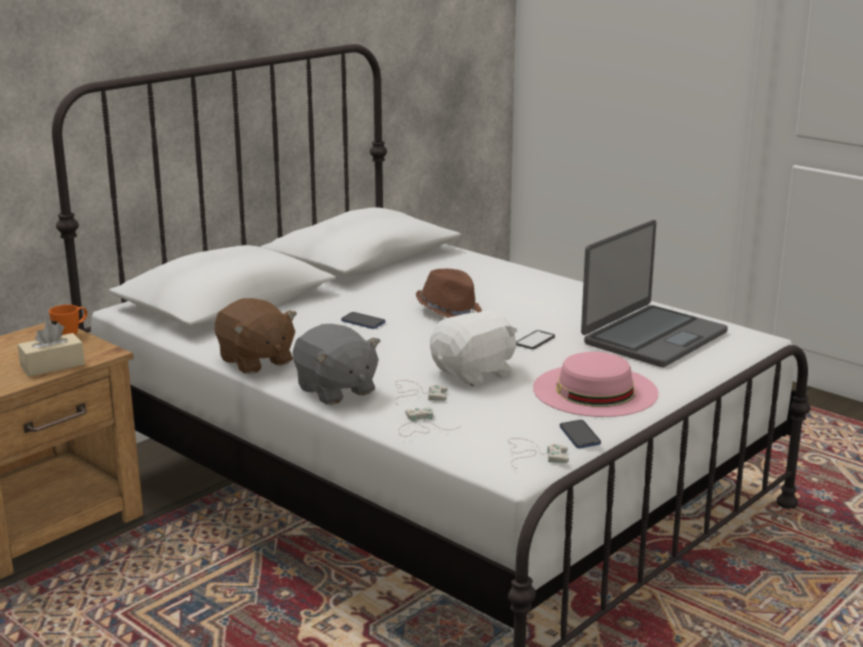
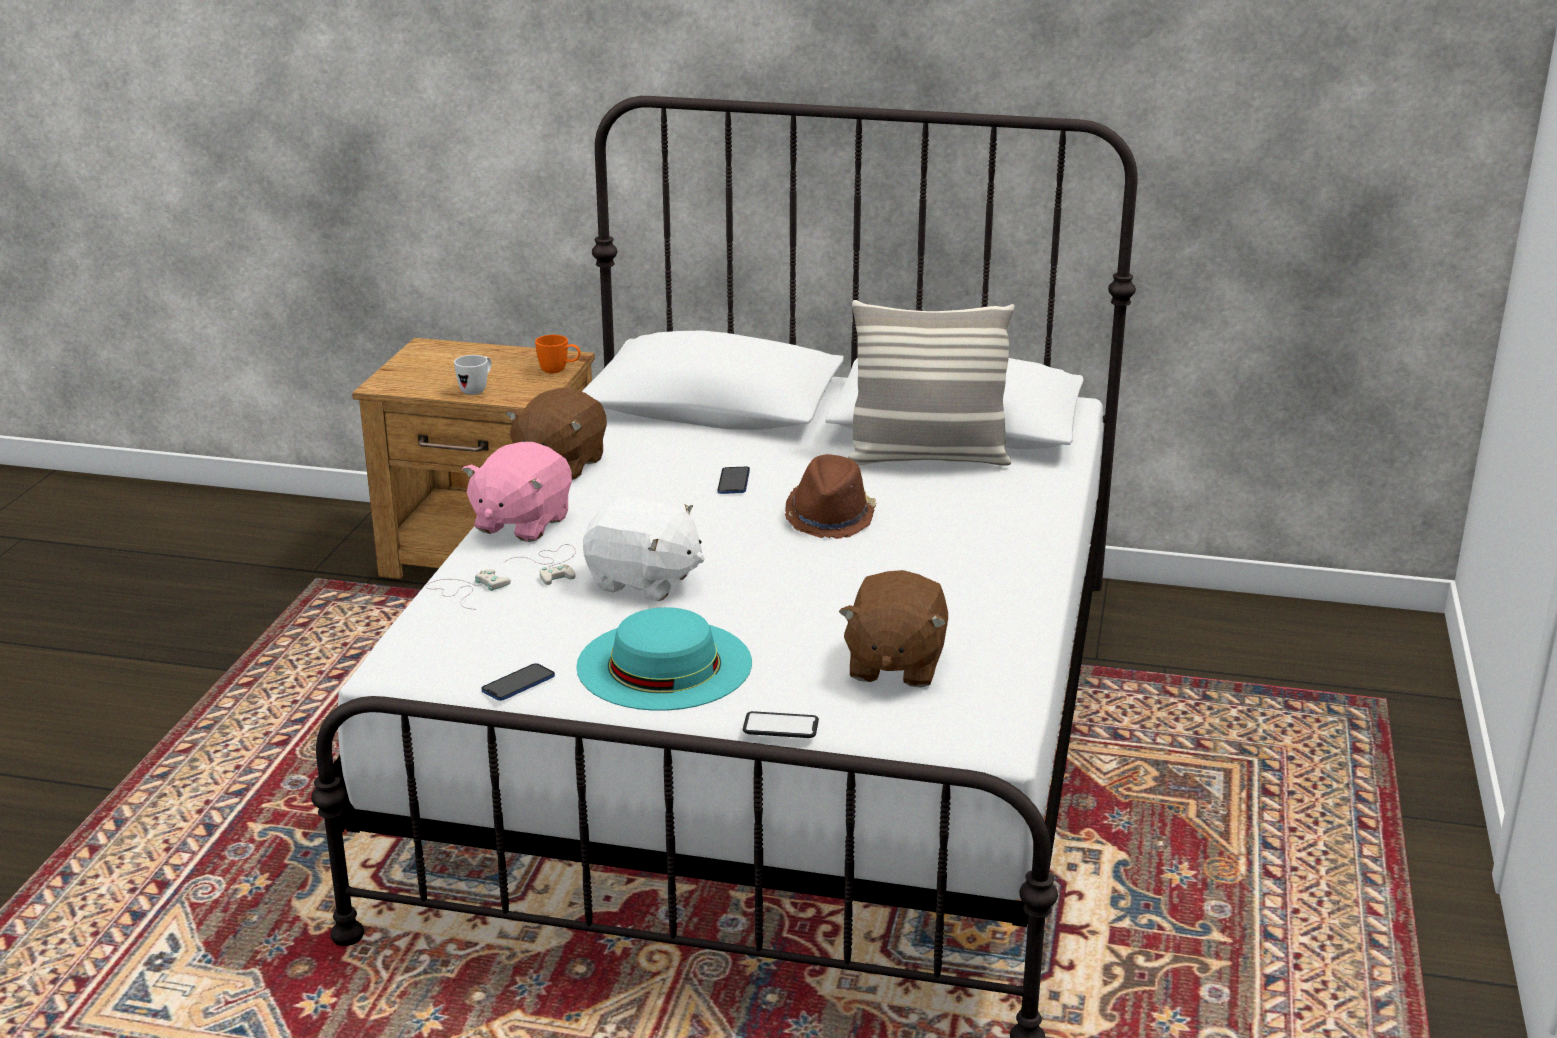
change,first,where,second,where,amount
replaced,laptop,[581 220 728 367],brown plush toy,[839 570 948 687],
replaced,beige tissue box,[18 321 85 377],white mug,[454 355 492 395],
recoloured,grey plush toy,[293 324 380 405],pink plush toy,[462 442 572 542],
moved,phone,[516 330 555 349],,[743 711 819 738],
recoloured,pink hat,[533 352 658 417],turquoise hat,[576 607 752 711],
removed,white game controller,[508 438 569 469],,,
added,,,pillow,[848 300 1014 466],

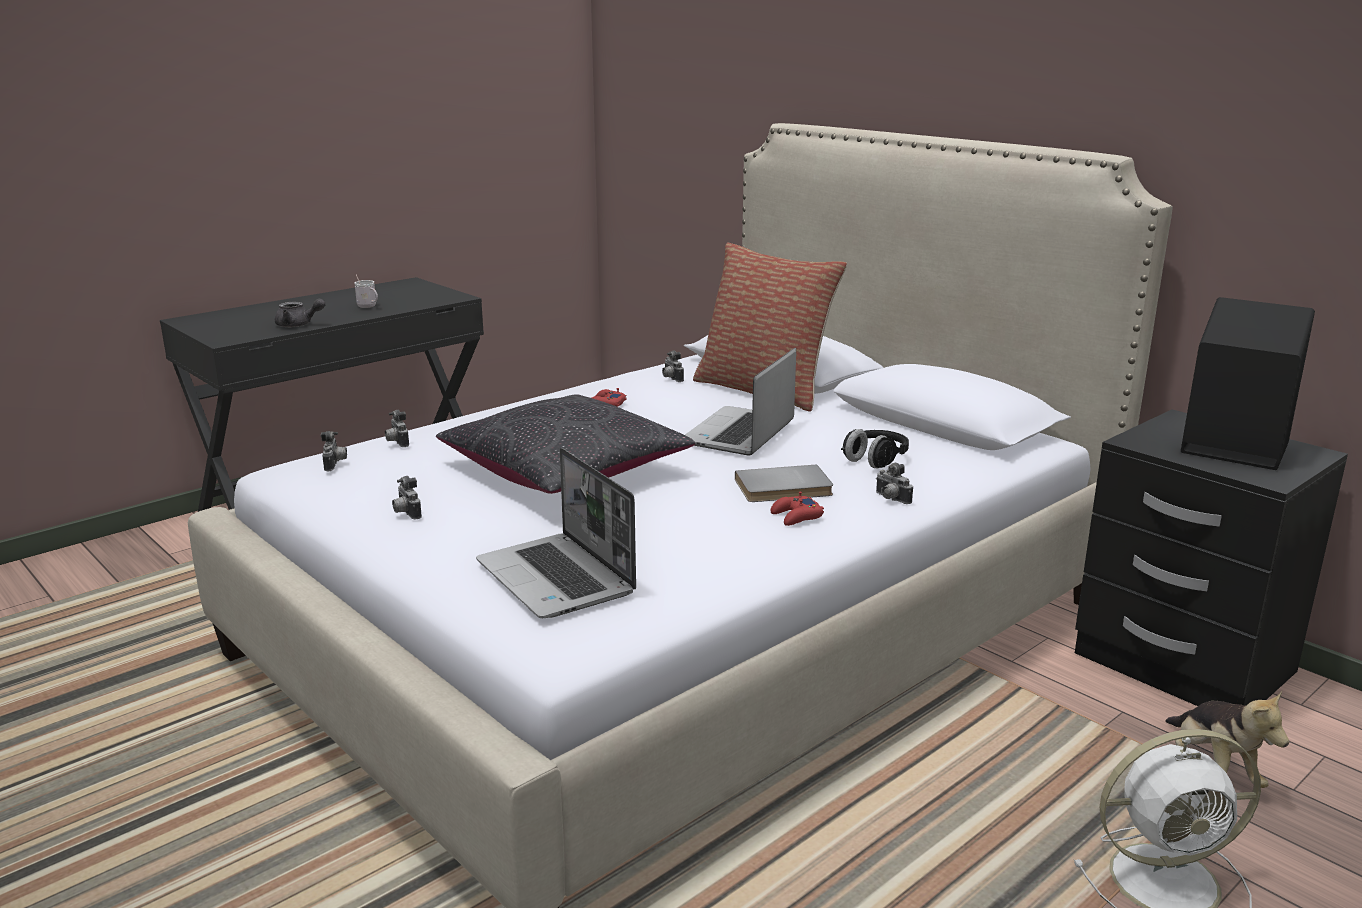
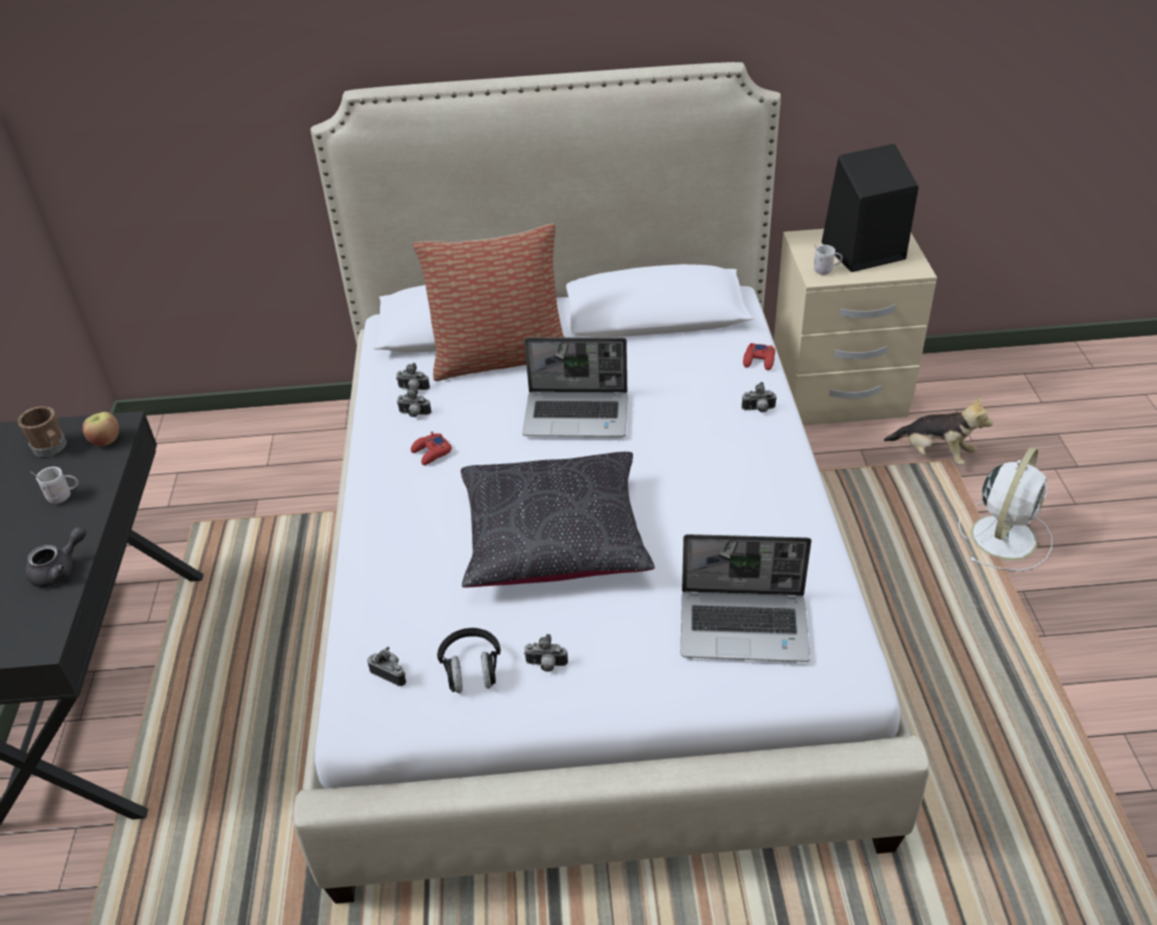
change,first,where,second,where,amount
turned,laptop,[685 348 796 456],,[522 338 628 437],60 degrees counterclockwise
moved,photo camera,[385 410 409 447],,[397 387 431 417],
recoloured,black nightstand,[1075 410 1348 706],beige nightstand,[774 229 937 425],
moved,black headphones,[841 429 909 468],,[437 628 501 693],
removed,grey book,[735 464 833 502],,,
moved,red game controller,[770 491 824 526],,[743 343 775 370],
added,,,white mug,[814 245 842 275],
added,,,brown mug,[17 406 67 457],
added,,,apple,[82 412 119 446],

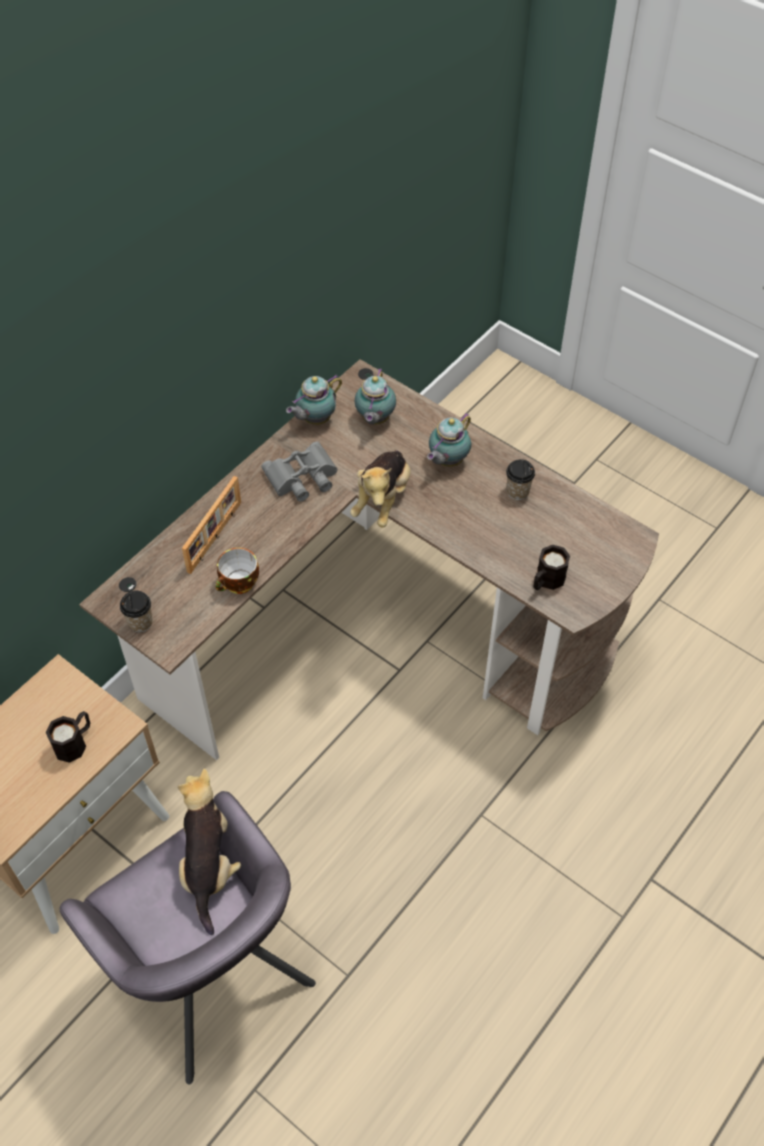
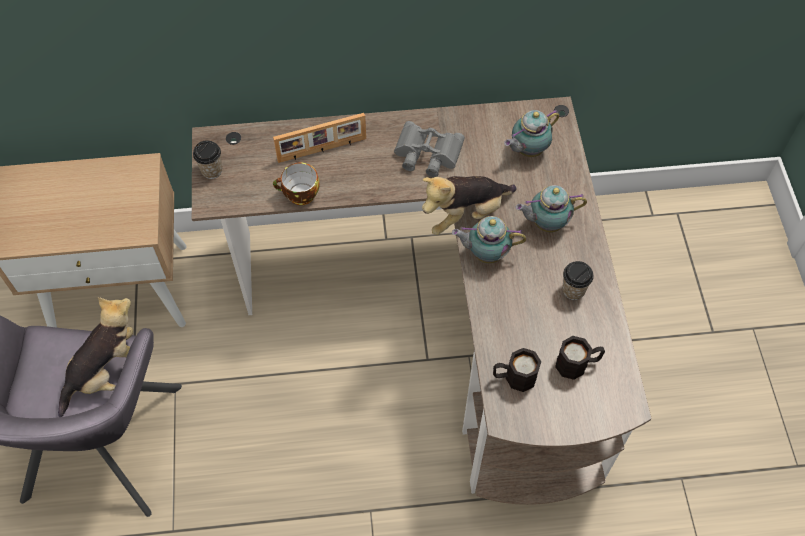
change,first,where,second,where,amount
moved,teapot,[286 375 342 425],,[452 216 526 264],
moved,black mug,[46 711 90 763],,[555 336 605 380],

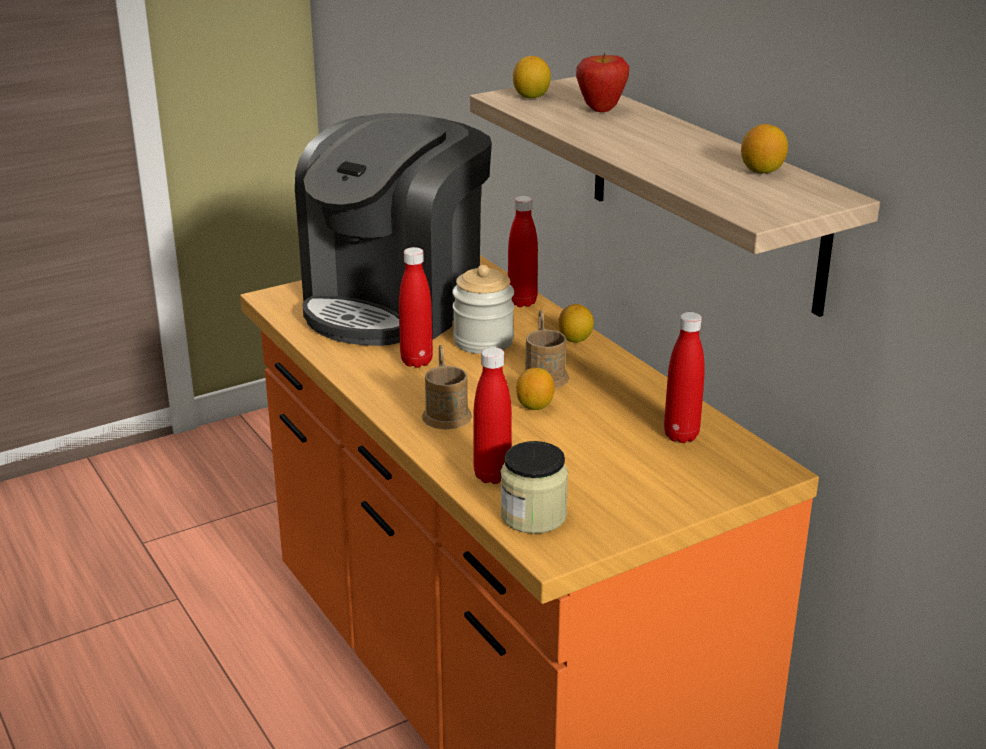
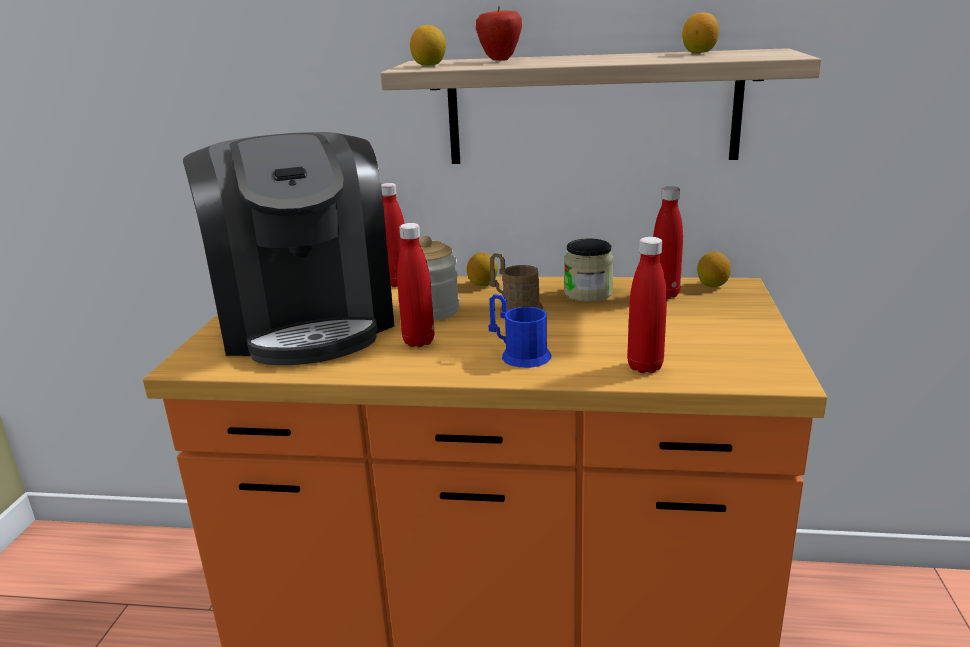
change,first,where,second,where,amount
recoloured,brown mug,[422 345 472 430],blue mug,[489 294 551 368],
moved,lemon,[516 368 555 410],,[697 252 731 287],
moved,jar,[500 441 568 534],,[564 238 614 302],

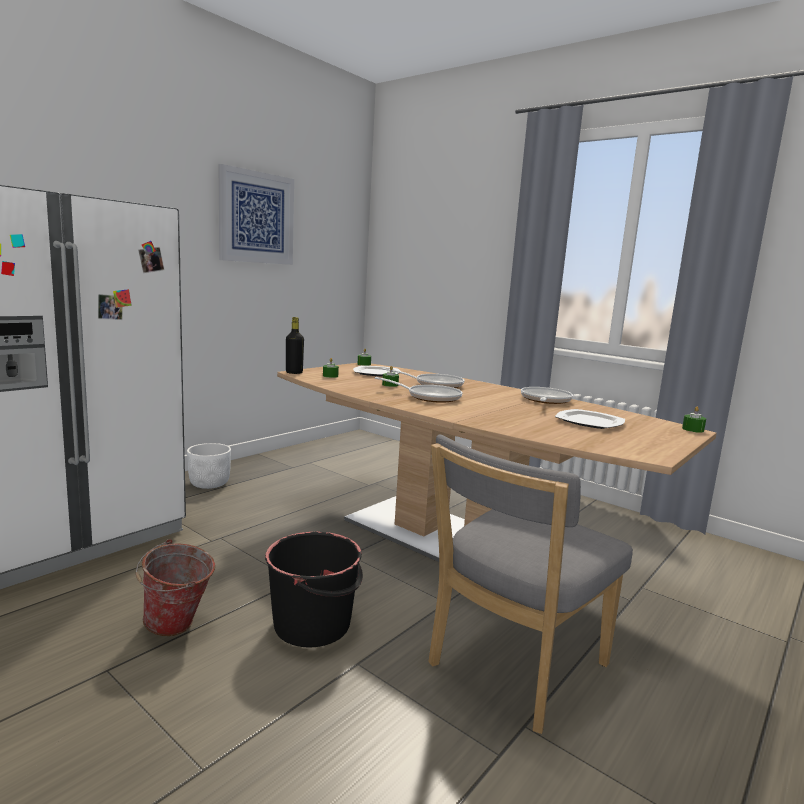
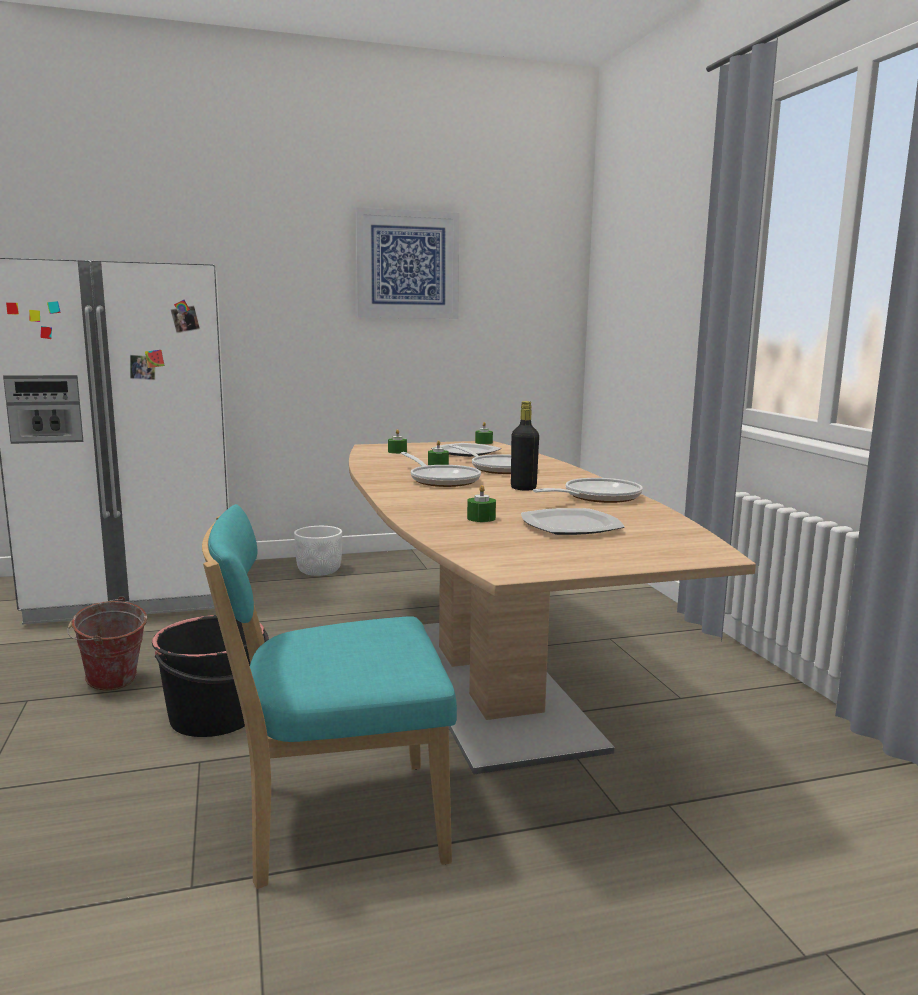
change,first,where,second,where,amount
moved,black bottle,[286 317 304 374],,[511 401 539 491],
moved,green candle,[682 407 706 433],,[467 485 496 522],
recoloured,grey chair,[428 434 633 734],turquoise chair,[202 504 457 889],

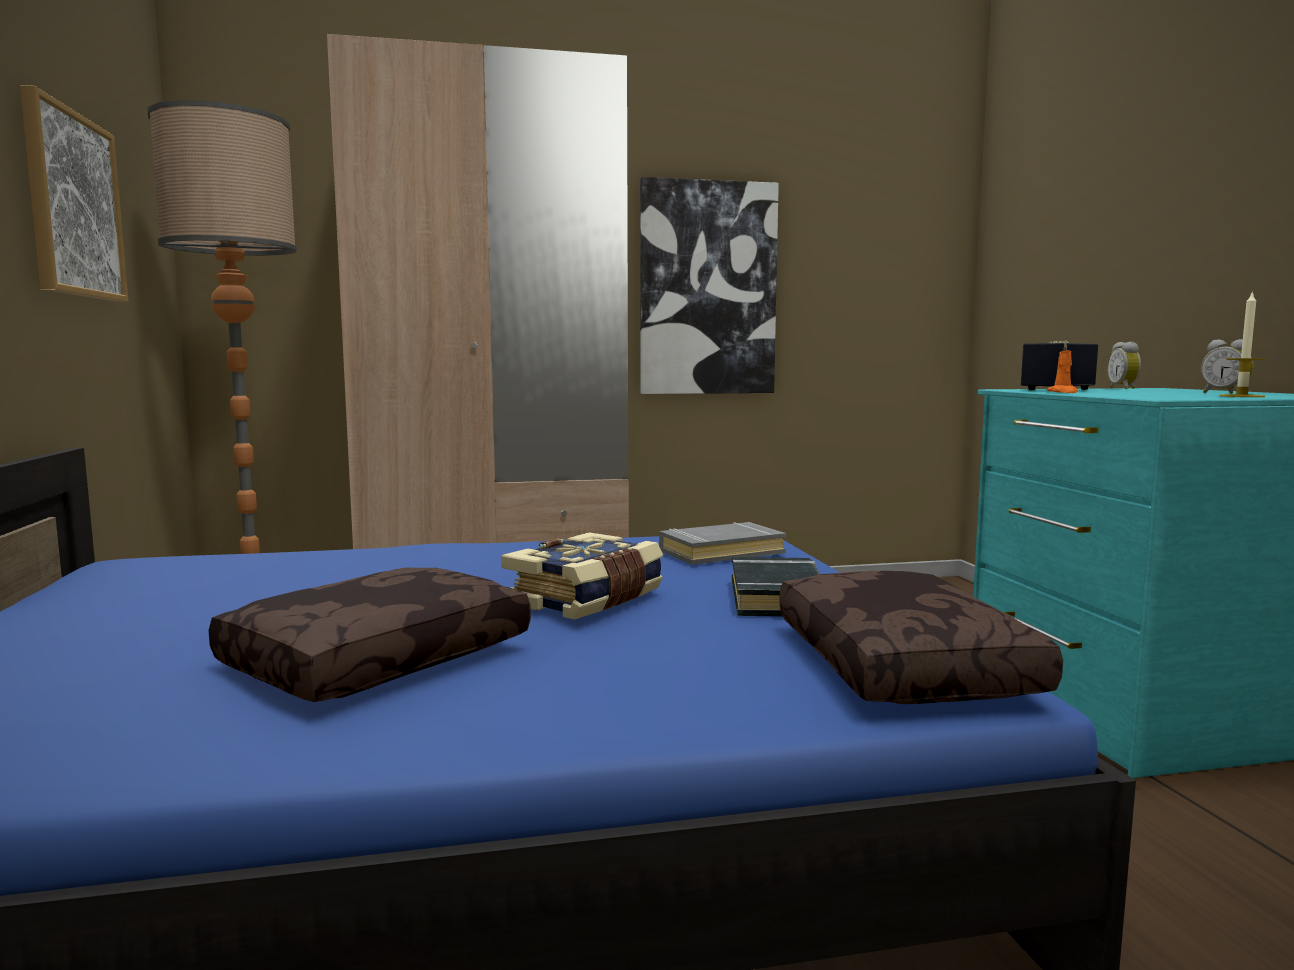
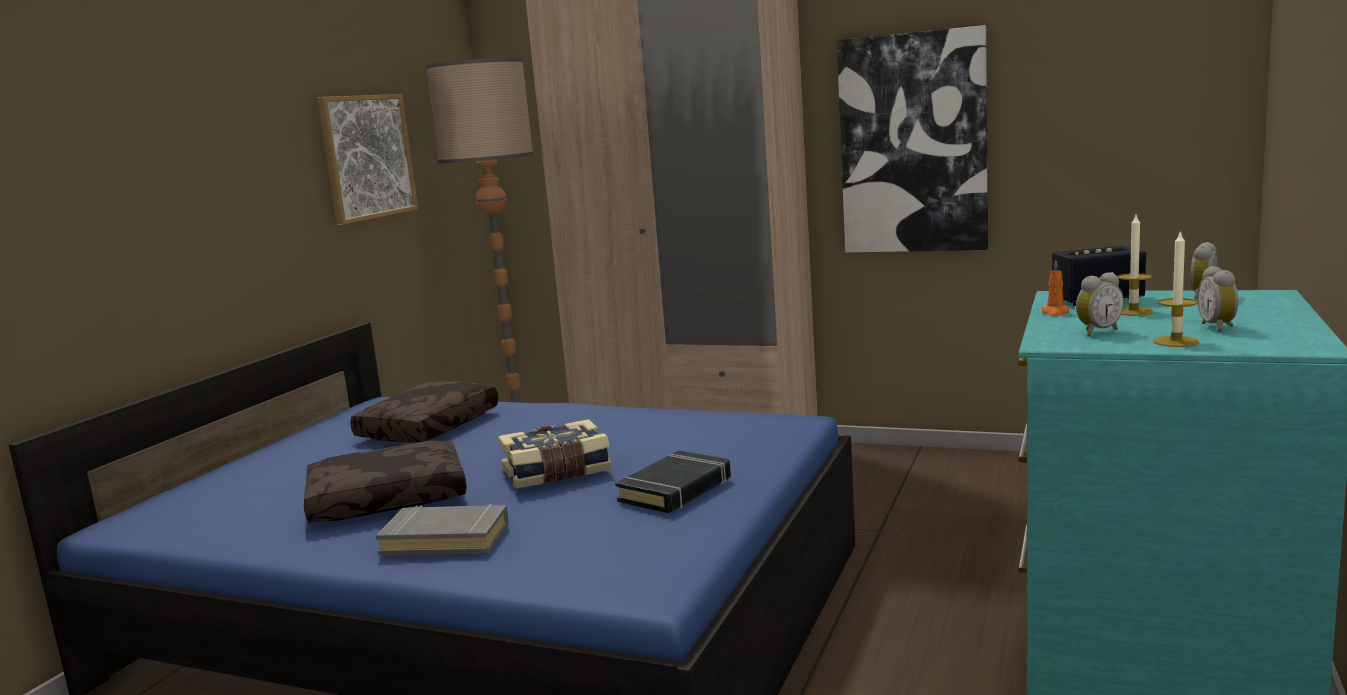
change,first,where,second,where,amount
moved,grey book,[659 522 786 565],,[376 504 509 556],
moved,brown pillow,[779 571 1063 704],,[350 381 498 443],
added,,,candle,[1118 215 1154 316],
added,,,alarm clock,[1076 272 1124 336],

